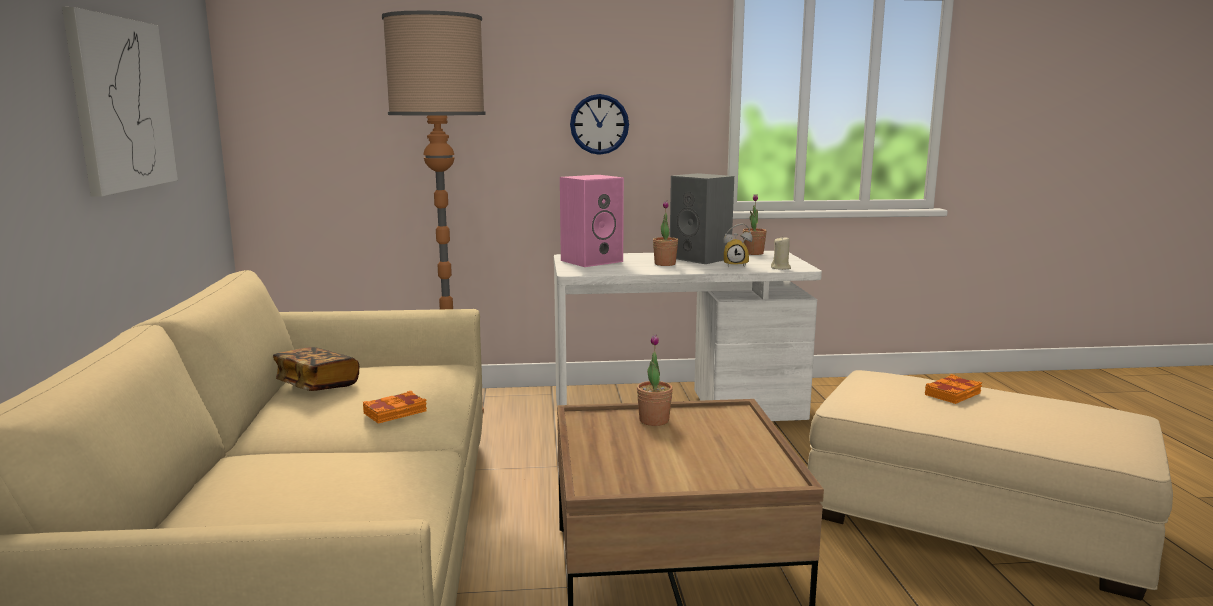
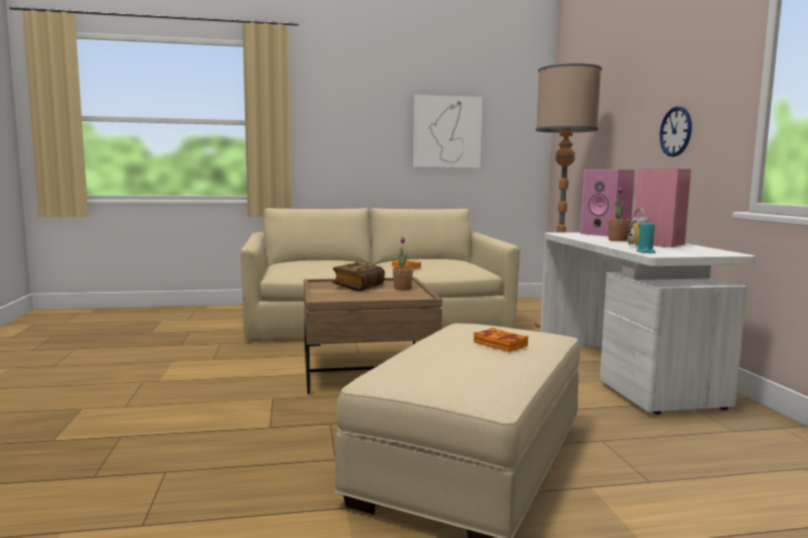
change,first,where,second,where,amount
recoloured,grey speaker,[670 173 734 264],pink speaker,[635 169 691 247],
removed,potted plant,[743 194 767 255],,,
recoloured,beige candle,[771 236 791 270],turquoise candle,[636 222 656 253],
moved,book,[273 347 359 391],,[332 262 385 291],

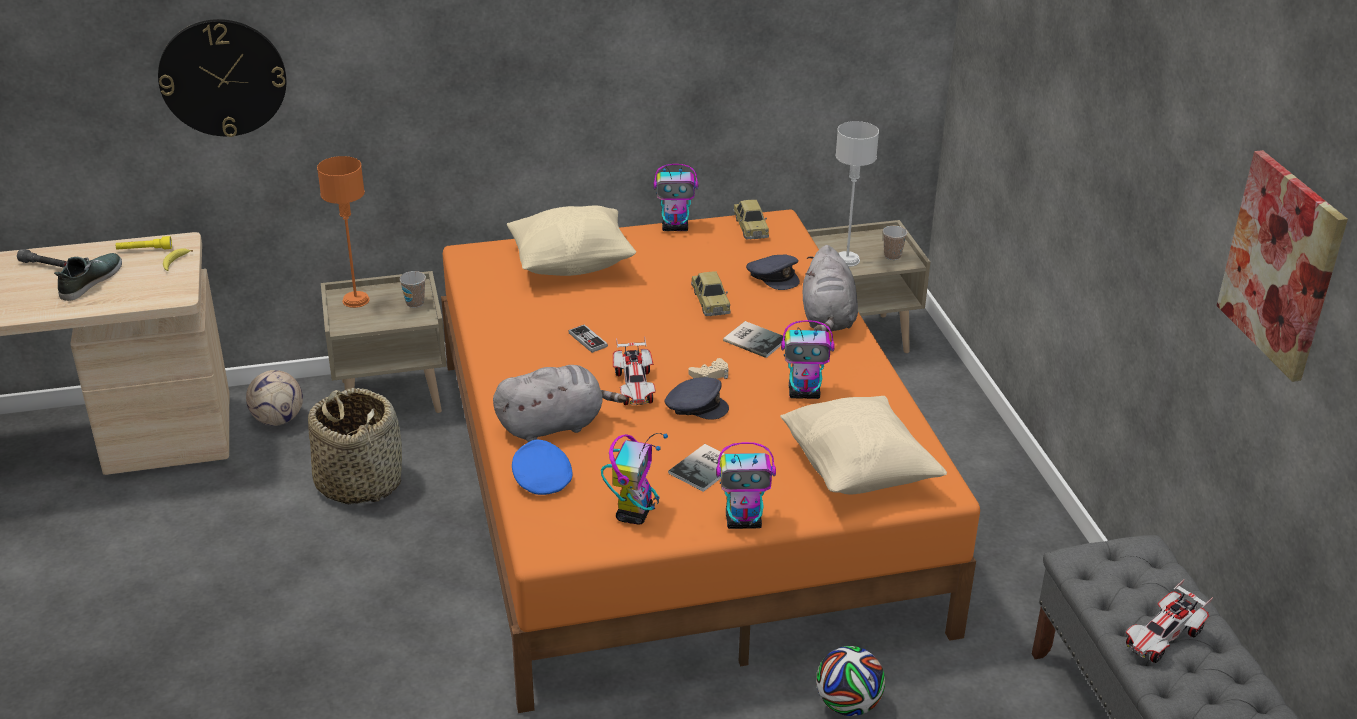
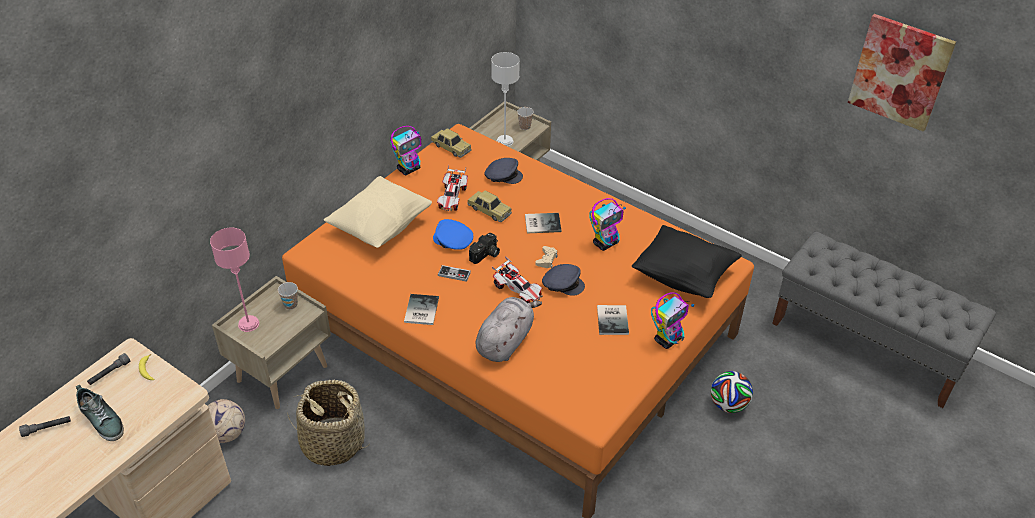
change,first,where,second,where,amount
removed,wall clock,[158 19 286 137],,,
recoloured,orange table lamp,[317 156 370 308],pink table lamp,[210 228 259 332],
recoloured,yellow flashlight,[116 236 172 250],grey flashlight,[87 353 130 385],
removed,grey plush toy,[803 245 858 332],,,
turned,shoe,[54 253 122 301],,[76 385 124 441],150 degrees clockwise
turned,grey cap,[664 377 729 420],,[542 264 585 296],45 degrees clockwise
recoloured,beige pillow,[780 396 947 495],black pillow,[632 225 742 298],
removed,toy robot,[601 433 668 524],,,
moved,blue cap,[512 440 573 495],,[433 219 473 250],
moved,toy car,[1126 579 1213 663],,[437 165 468 211],
added,,,photo camera,[469 233 500 264],
added,,,book,[404 294 439 325],

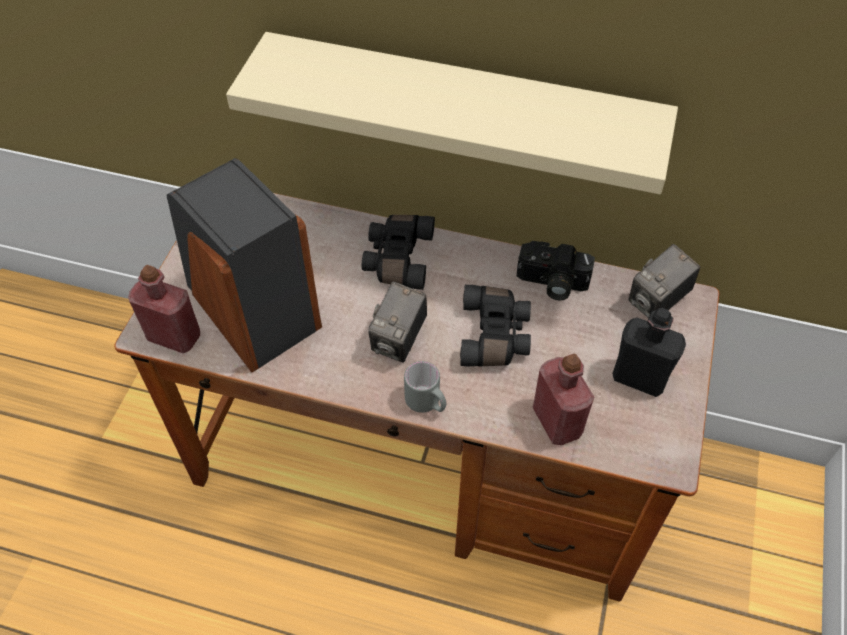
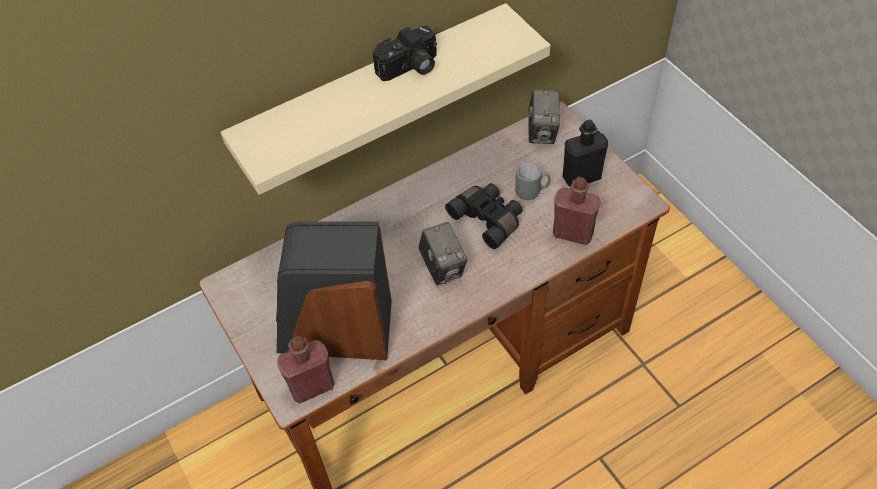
change,first,where,second,where,amount
removed,black binoculars,[362 215 435 290],,,
moved,photo camera,[517 241 595 300],,[372 25 437 81],
moved,grey mug,[404 361 446 413],,[515 162 551 200],

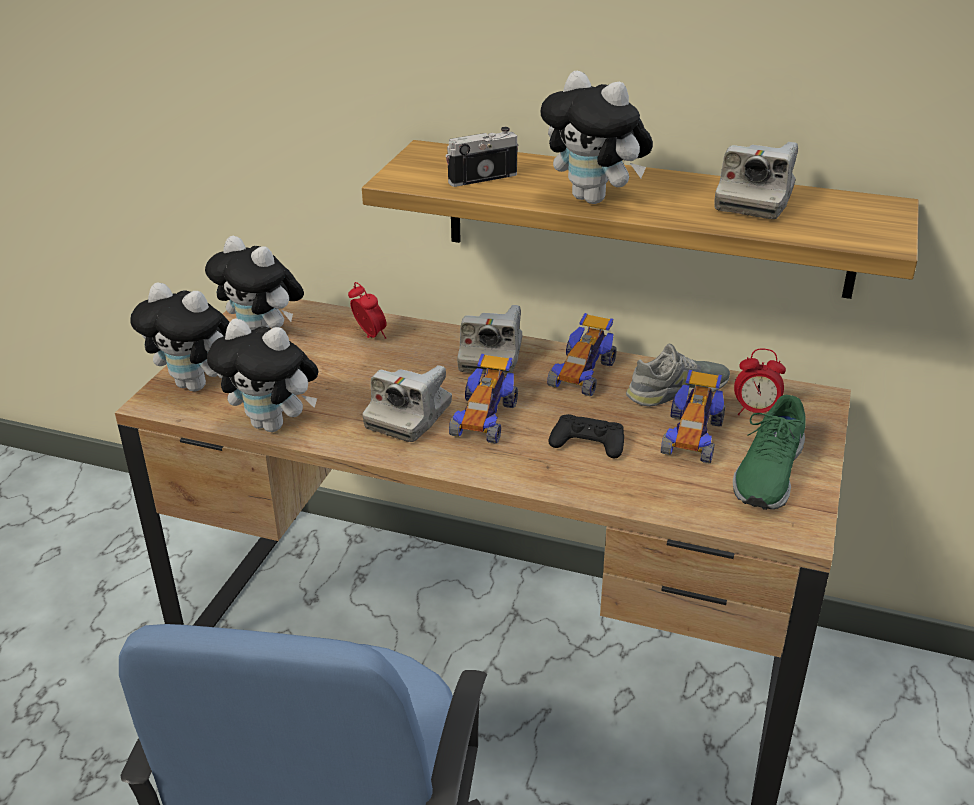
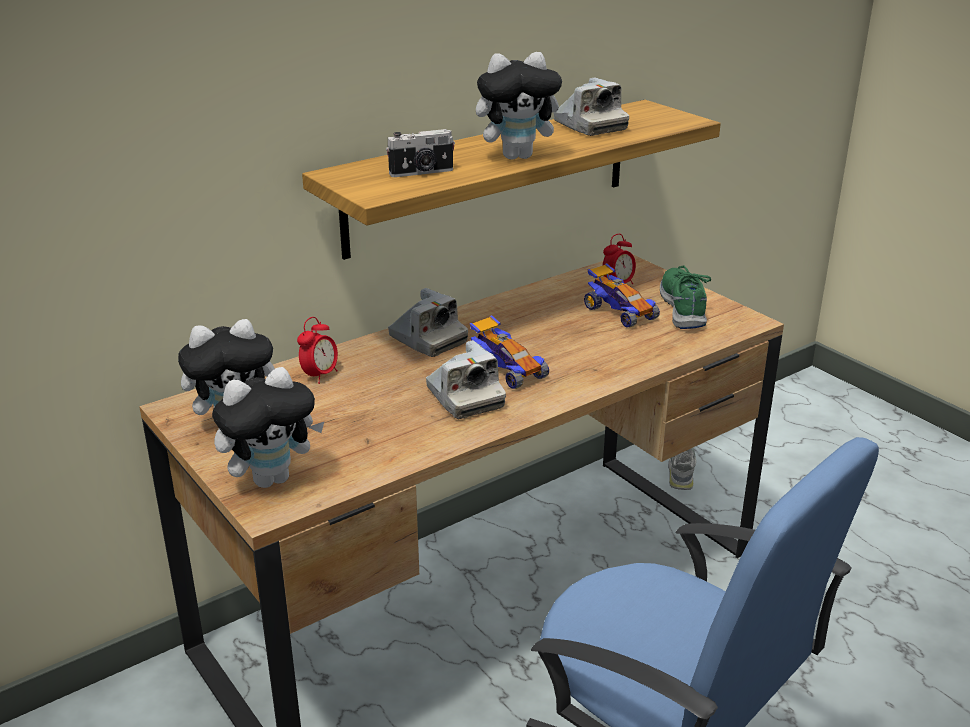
change,first,where,second,where,amount
turned,photo camera,[446 127 518 187],,[386 129 455 177],120 degrees counterclockwise
turned,alarm clock,[348 282 387 339],,[297 317 338 384],120 degrees clockwise
removed,toy car,[547 313 617 396],,,
removed,plush toy,[207 318 319 432],,,
moved,grey shoe,[626 343 730 407],,[668 448 696 490],
turned,green shoe,[733 395 806 510],,[660 266 711 329],150 degrees counterclockwise
removed,black game controller,[548 414 624 459],,,

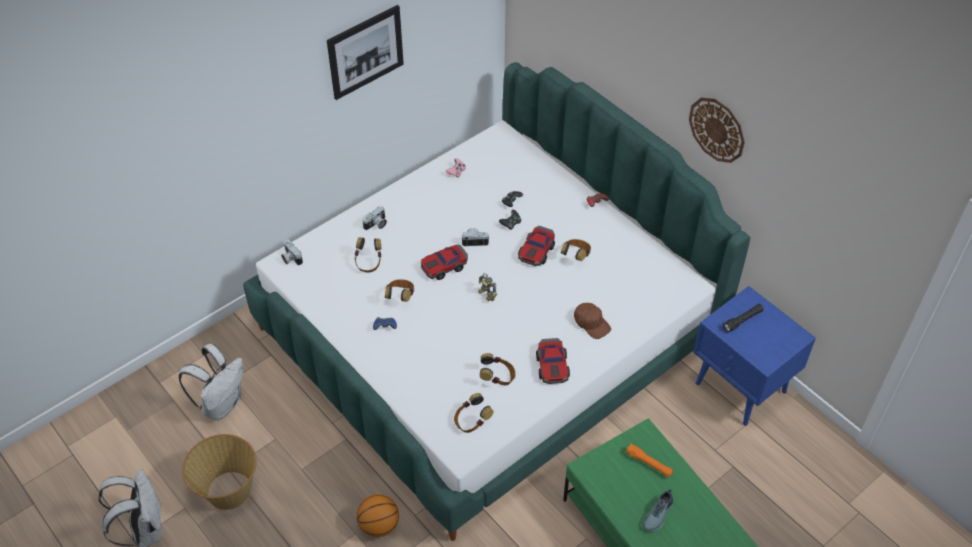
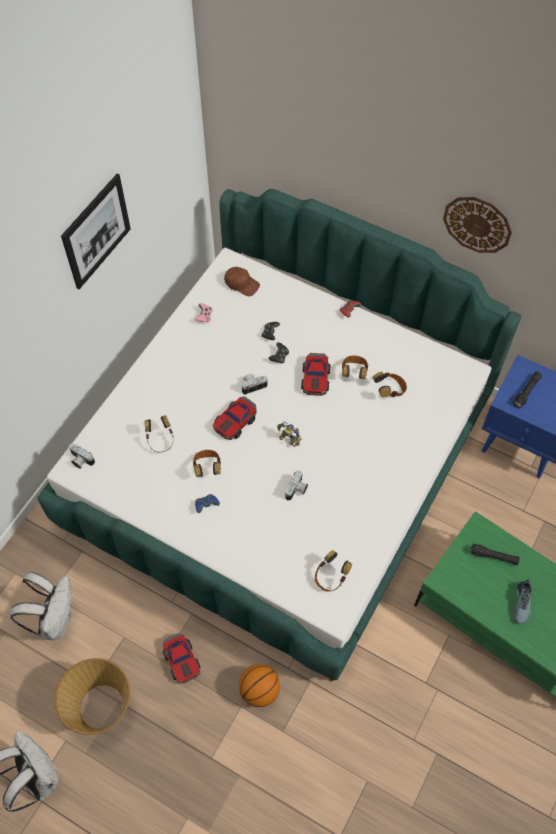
change,first,where,second,where,amount
moved,photo camera,[362 206 387 230],,[285 471 308 501],
moved,brown cap,[574 303 611 339],,[224 267 260 296],
moved,toy car,[536 338 570 384],,[163 633 201 683],
moved,headphones,[480 353 516 385],,[373 372 407 397],
recoloured,orange flashlight,[625 444 673 478],black flashlight,[470 544 520 565],

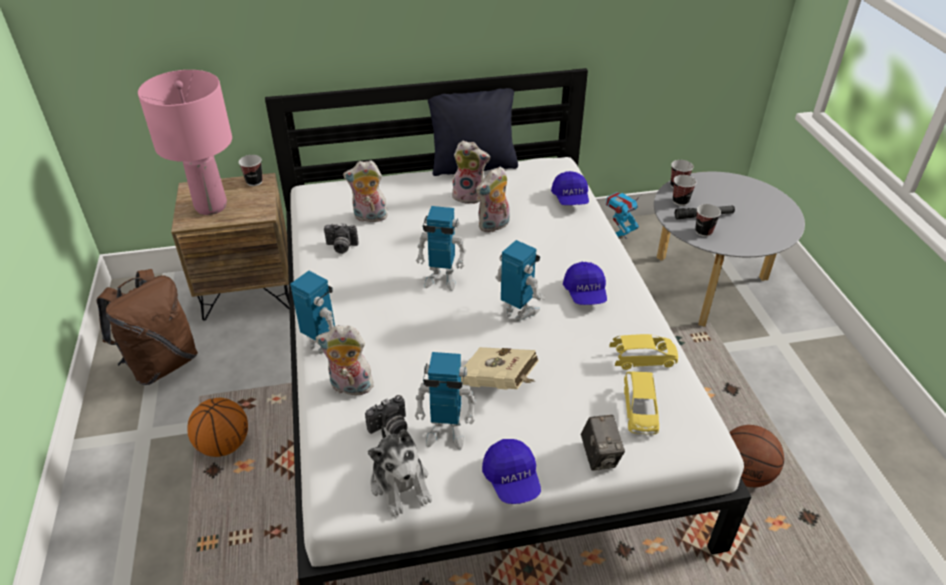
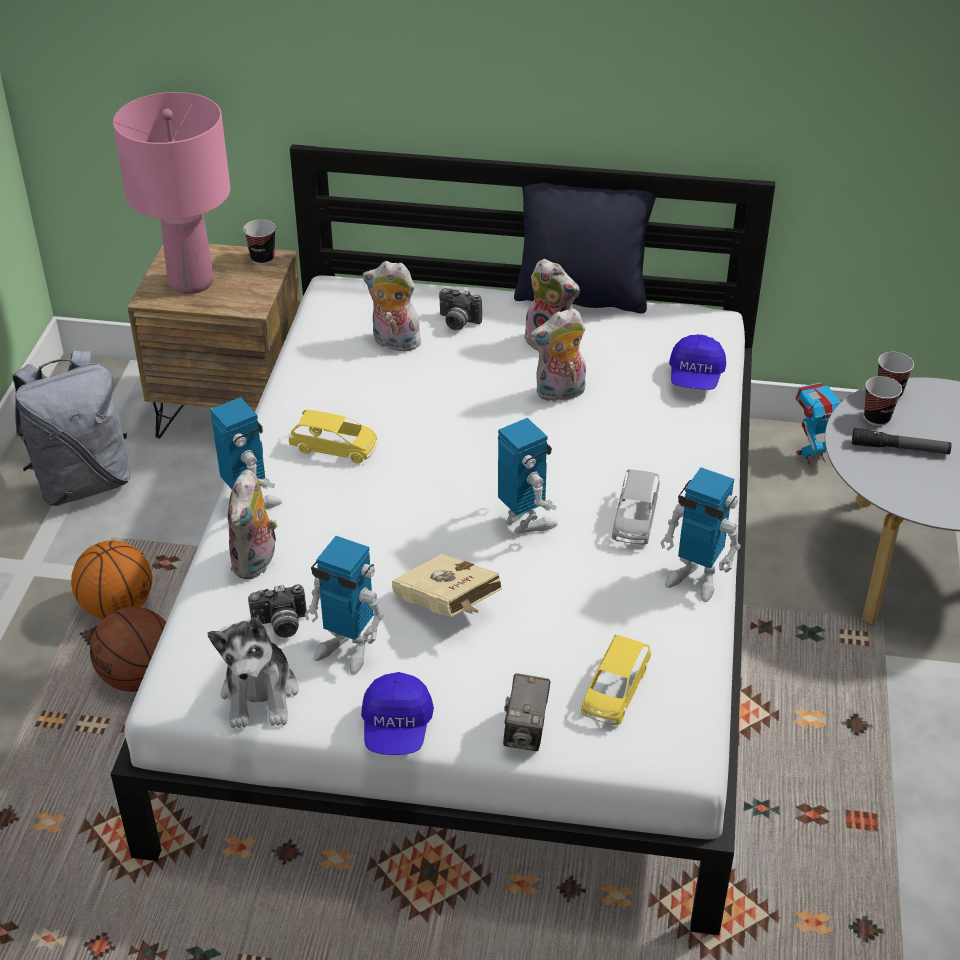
change,first,where,second,where,amount
removed,cup,[695 204 721 237],,,
moved,toy robot,[416 206 466 291],,[660 467 741 602],
moved,photo camera,[324 223 359 254],,[439 288 482 330],
replaced,blue cap,[563 262 607 305],grey toy car,[612 469 660 545],
recoloured,brown backpack,[96 269 198 385],grey backpack,[13 350 131 506],
turned,plush toy,[315 326 374 396],,[228 470 278 579],105 degrees counterclockwise
moved,yellow toy car,[609 334 678 370],,[289 410 377 463],
moved,basketball,[729 425 784 487],,[90 607 166 692],

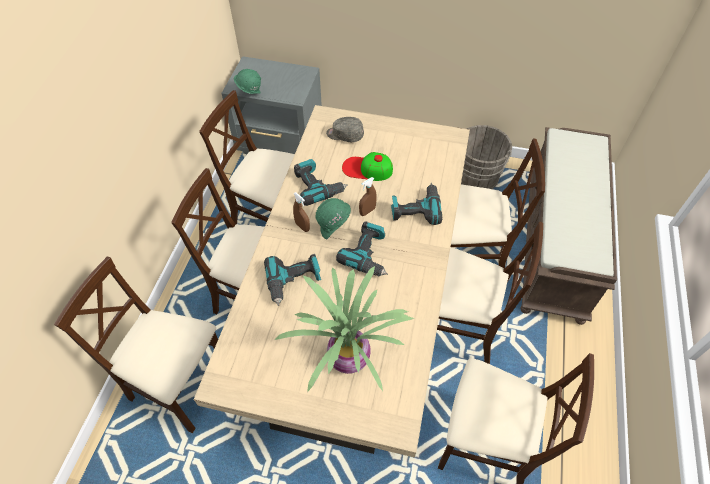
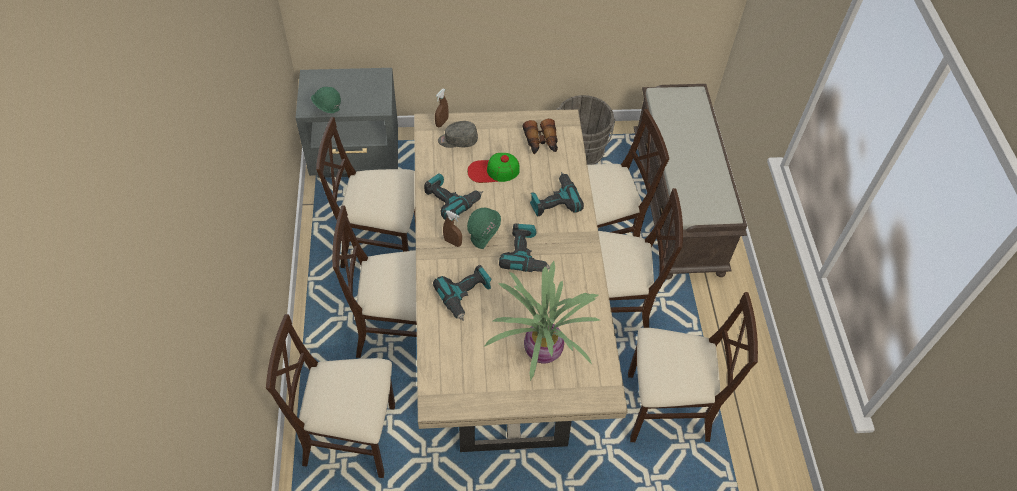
change,first,where,second,where,amount
moved,brown spray bottle,[359 177 377 216],,[435 89 448 127],
added,,,binoculars,[522 119 558 154],

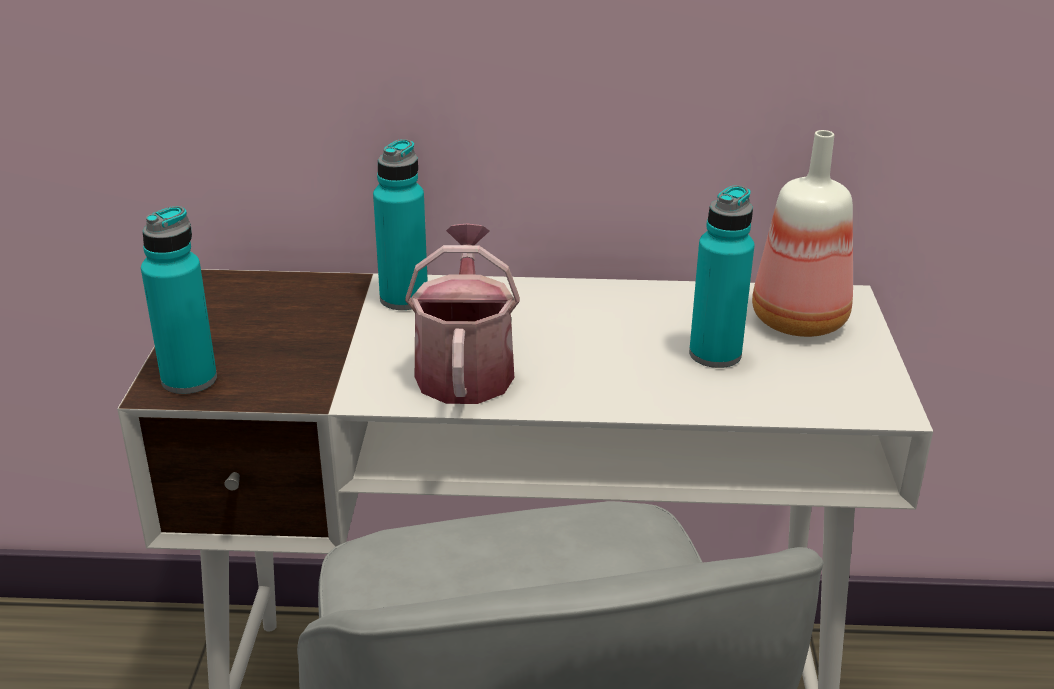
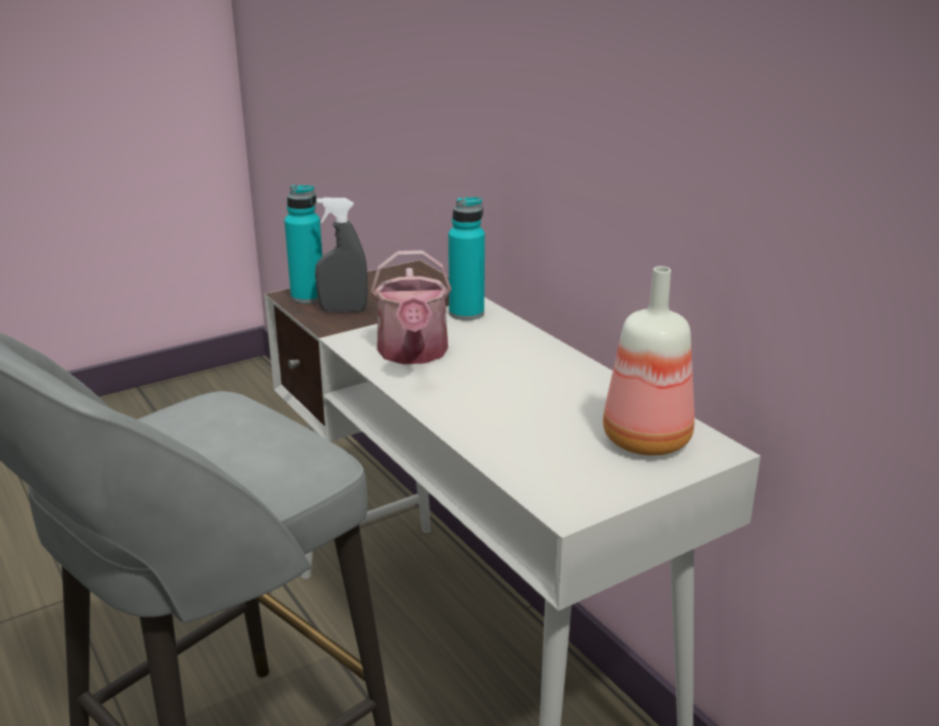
change,first,where,second,where,amount
removed,turquoise bottle,[689 185 755 368],,,
turned,watering can,[405 224 520 404],,[371 250 451 364],120 degrees clockwise
added,,,grey spray bottle,[315 198 368 312],

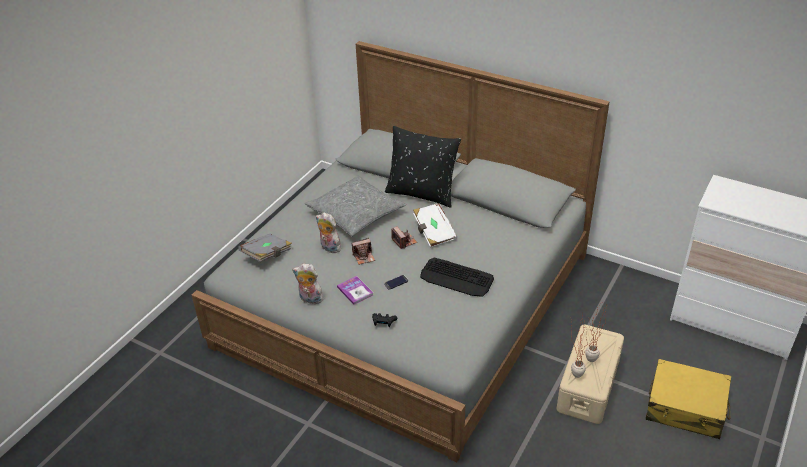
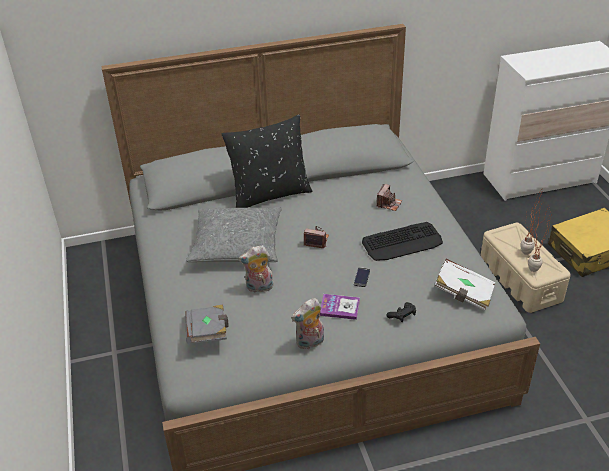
change,first,where,second,where,amount
moved,white book,[413 203 457 248],,[434 259 495 311],
moved,photo camera,[352 238 375 265],,[377 184 402 211],

